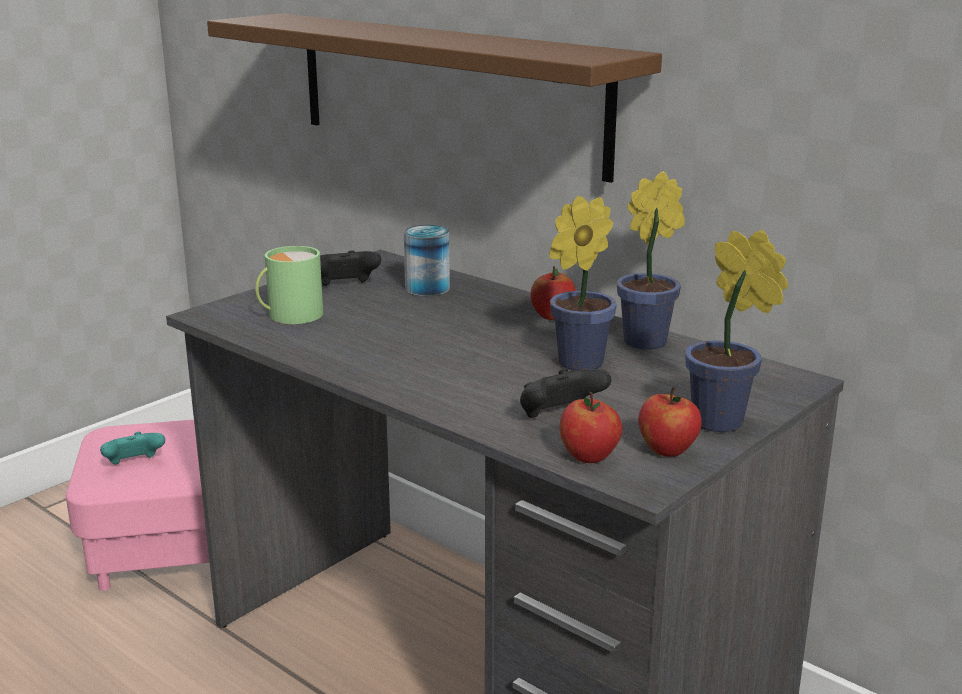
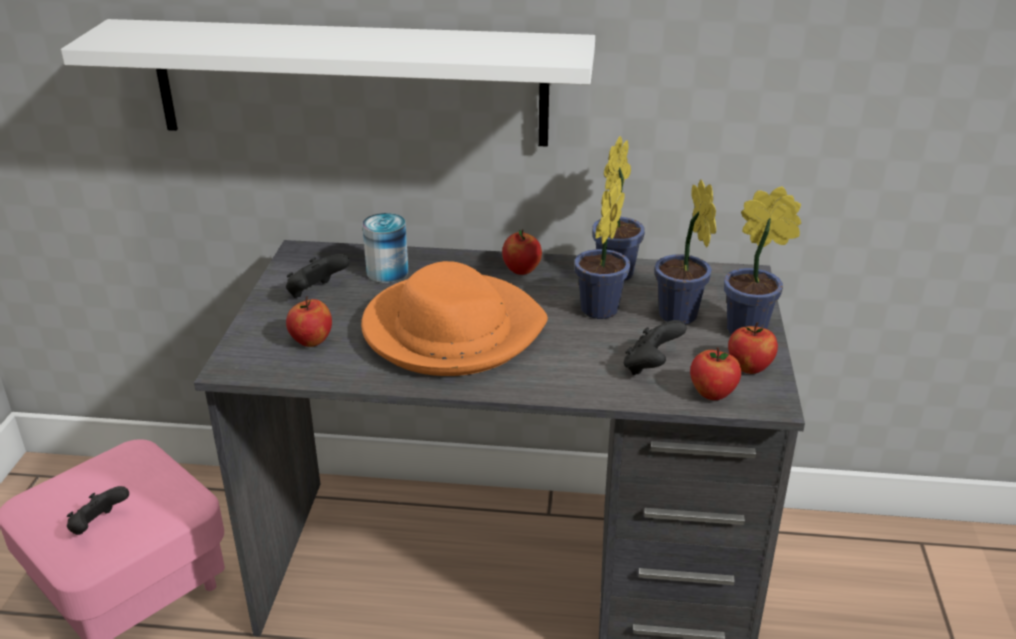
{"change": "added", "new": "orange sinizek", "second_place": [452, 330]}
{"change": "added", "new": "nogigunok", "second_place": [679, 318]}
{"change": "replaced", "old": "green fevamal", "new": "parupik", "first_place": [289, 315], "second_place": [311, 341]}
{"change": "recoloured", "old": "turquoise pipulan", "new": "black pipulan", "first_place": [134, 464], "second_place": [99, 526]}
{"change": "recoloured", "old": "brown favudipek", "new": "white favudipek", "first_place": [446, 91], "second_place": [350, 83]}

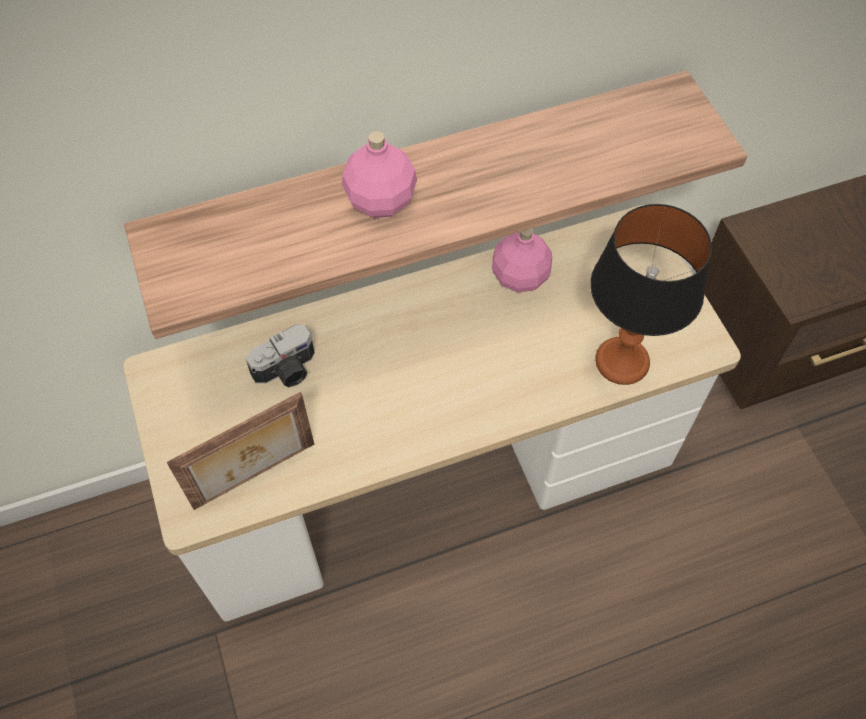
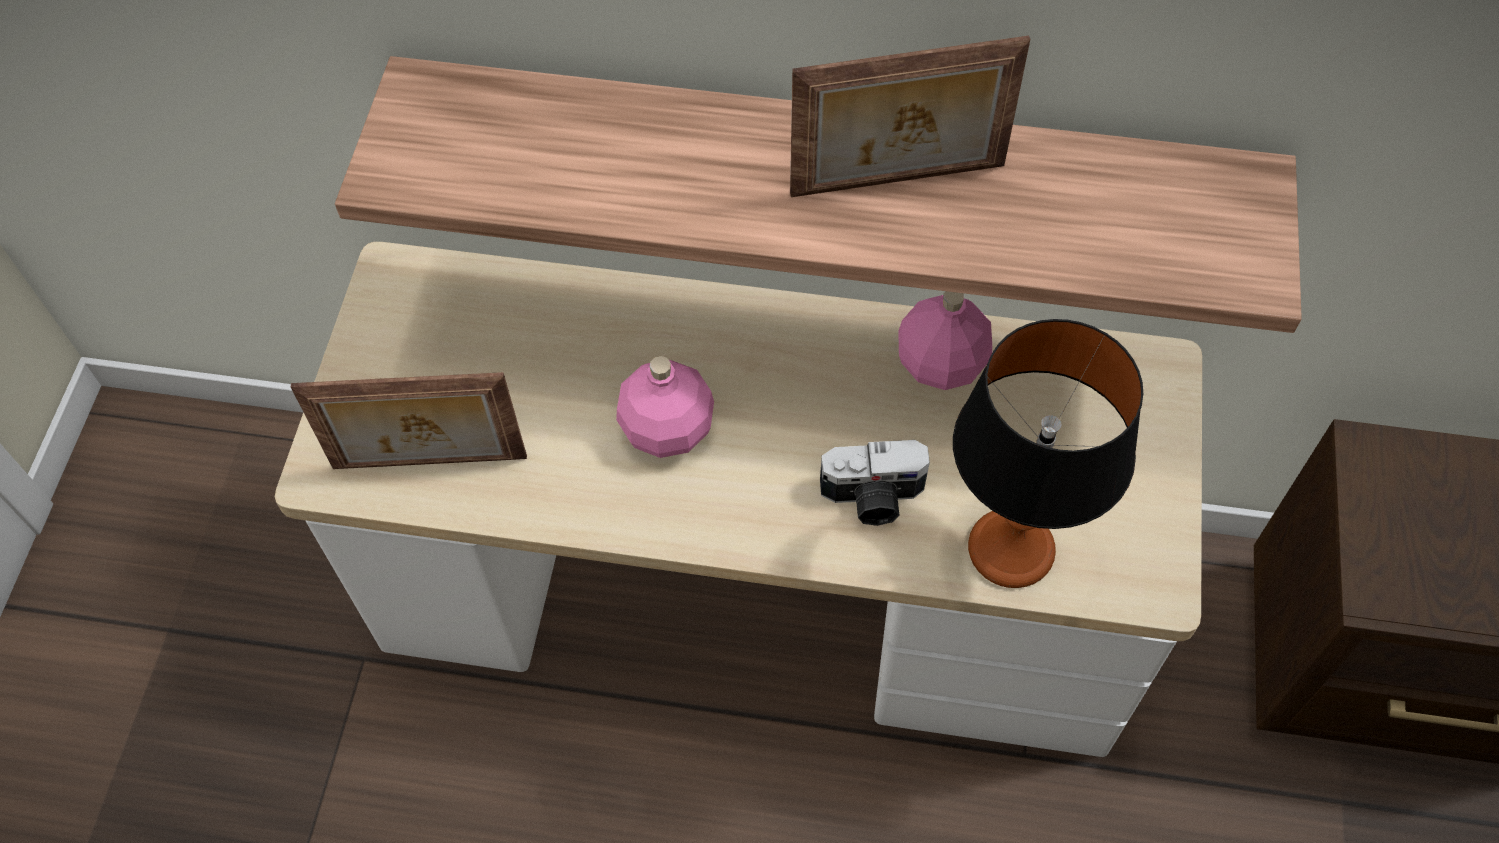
{"change": "added", "new": "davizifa", "second_place": [898, 183]}
{"change": "moved", "old": "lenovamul", "first_place": [287, 371], "second_place": [873, 499]}
{"change": "moved", "old": "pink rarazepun", "first_place": [382, 200], "second_place": [668, 430]}

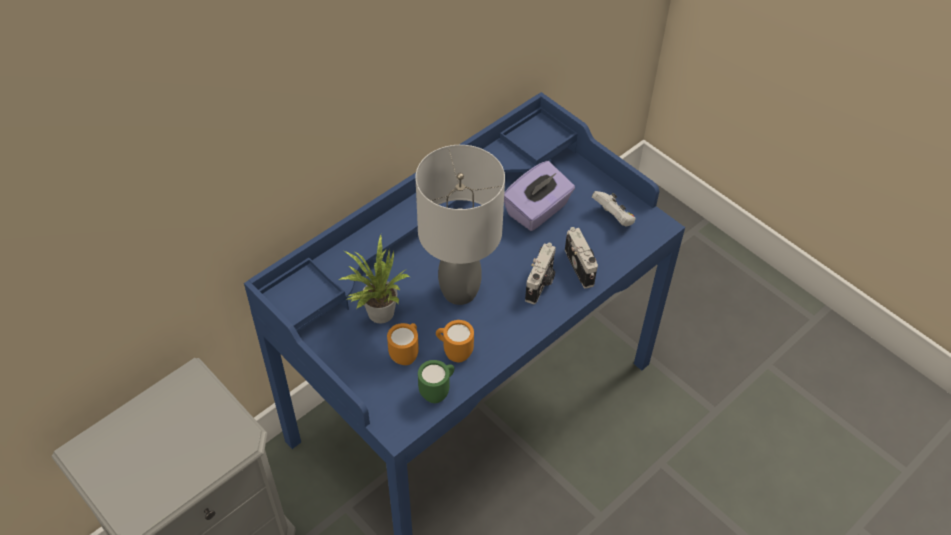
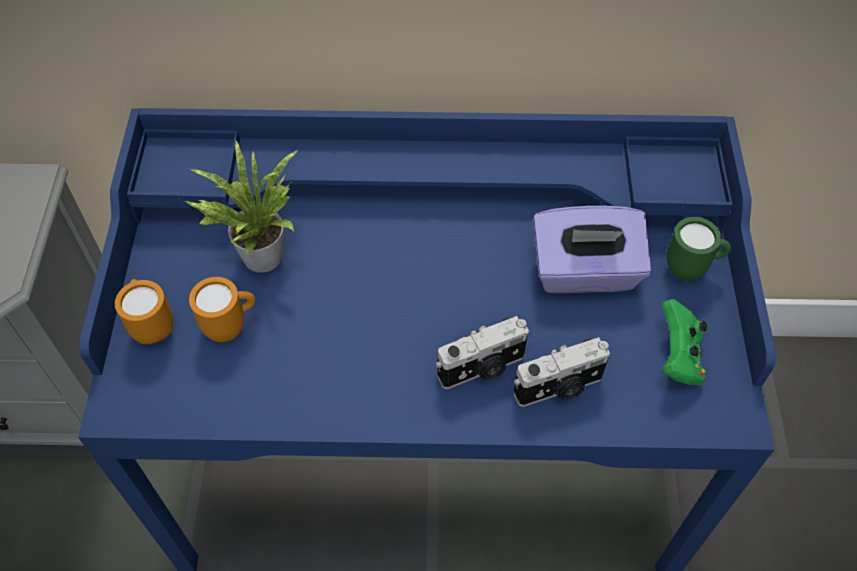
{"change": "removed", "old": "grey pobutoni", "first_place": [459, 290]}
{"change": "moved", "old": "green fevamal", "first_place": [438, 391], "second_place": [691, 269]}
{"change": "moved", "old": "orange fevamal", "first_place": [454, 352], "second_place": [152, 326]}
{"change": "recoloured", "old": "white pipulan", "new": "green pipulan", "first_place": [613, 218], "second_place": [678, 357]}
{"change": "turned", "old": "lenovamul", "first_place": [581, 266], "second_place": [559, 388], "degrees": 45}

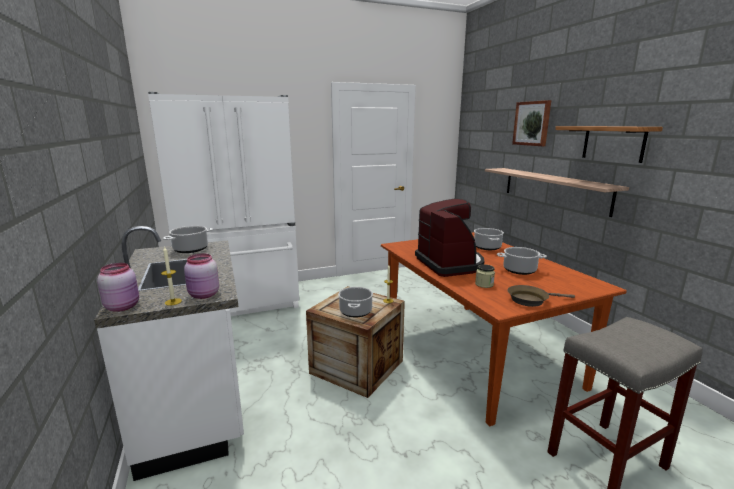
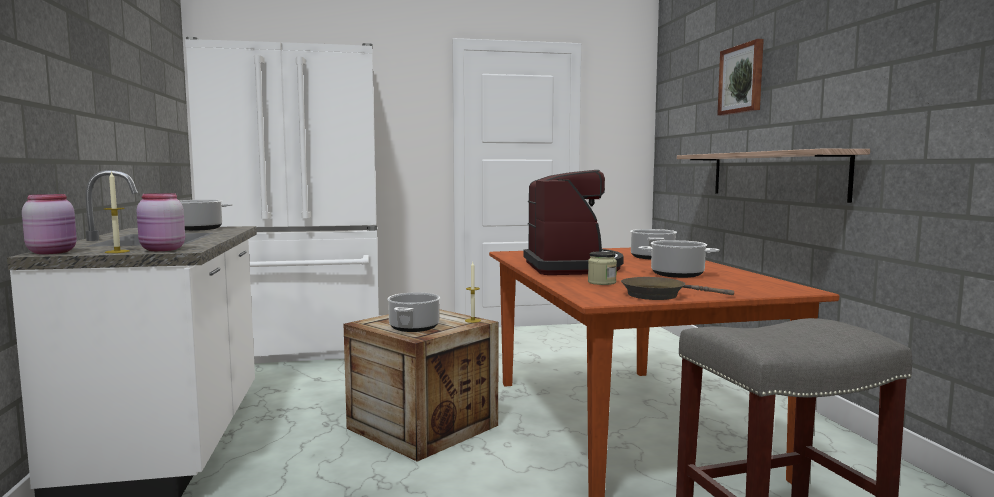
{"change": "removed", "old": "favudipek", "first_place": [613, 143]}

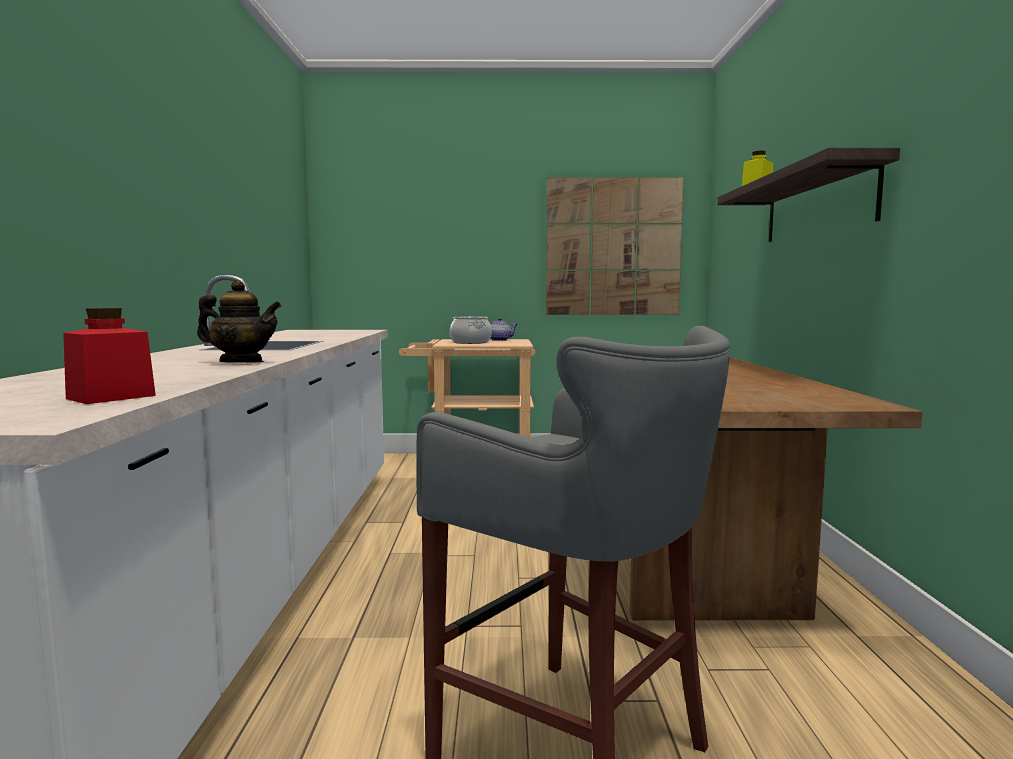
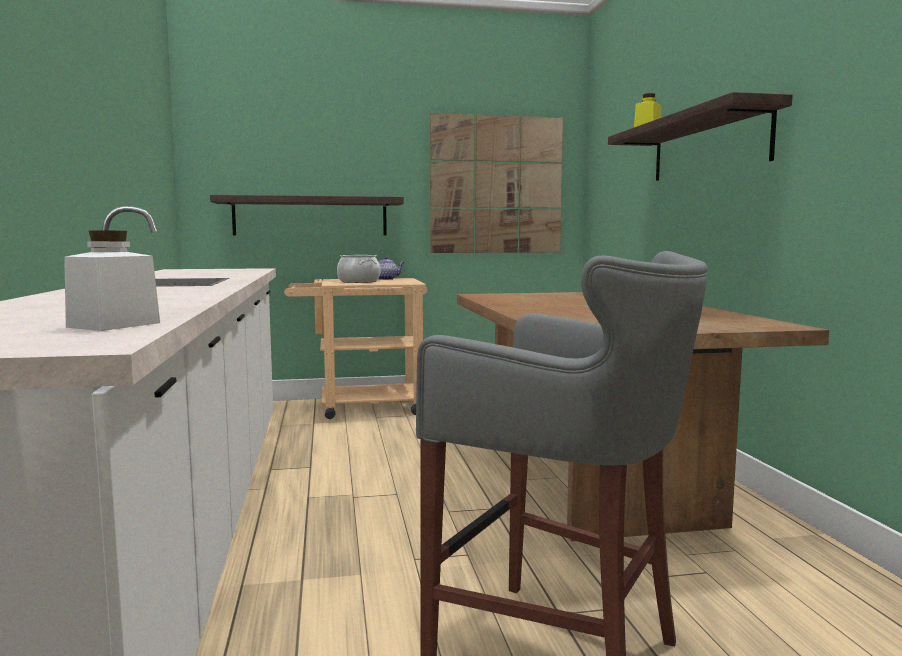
{"change": "removed", "old": "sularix", "first_place": [241, 362]}
{"change": "added", "new": "favudipek", "second_place": [310, 216]}
{"change": "recoloured", "old": "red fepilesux", "new": "white fepilesux", "first_place": [111, 397], "second_place": [114, 325]}

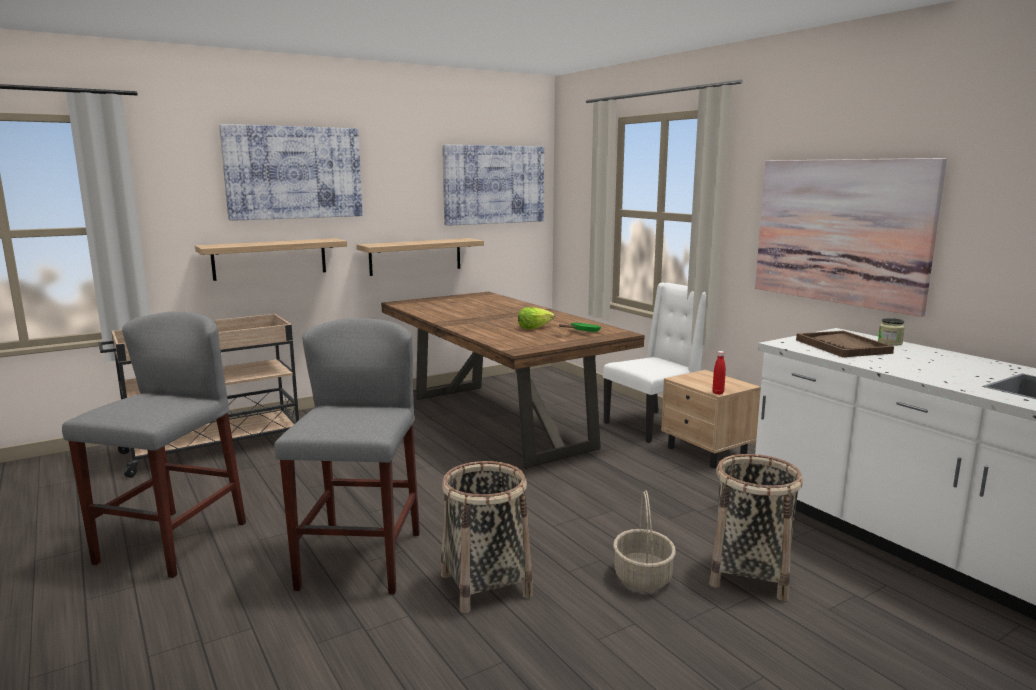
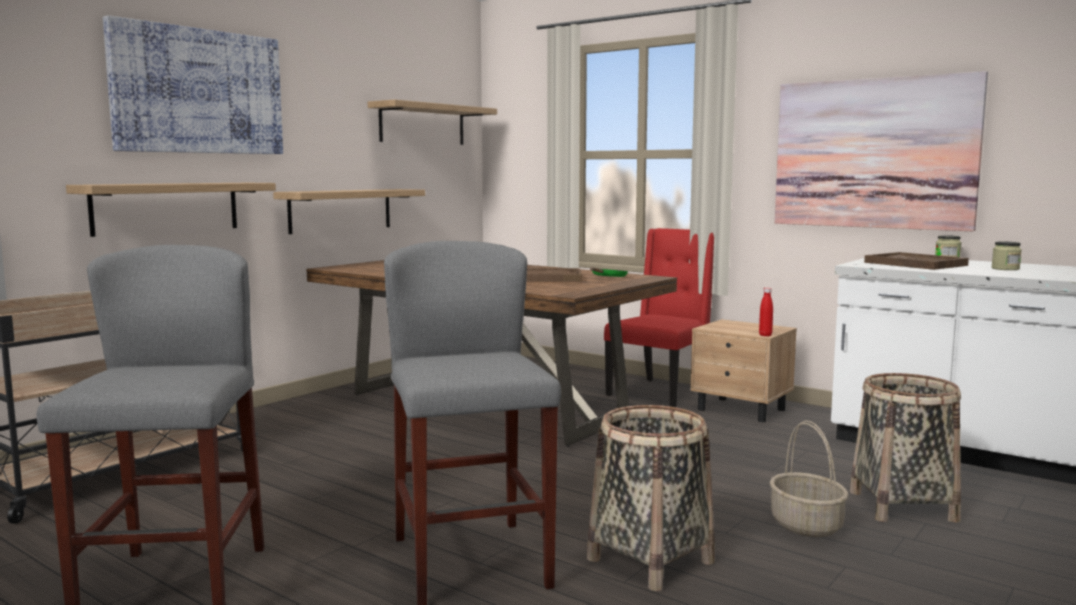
{"change": "added", "new": "fepilesux", "second_place": [1005, 269]}
{"change": "replaced", "old": "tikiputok", "new": "favudipek", "first_place": [493, 184], "second_place": [422, 124]}
{"change": "replaced", "old": "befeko", "new": "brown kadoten", "first_place": [534, 328], "second_place": [546, 278]}
{"change": "recoloured", "old": "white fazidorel", "new": "red fazidorel", "first_place": [652, 425], "second_place": [659, 392]}

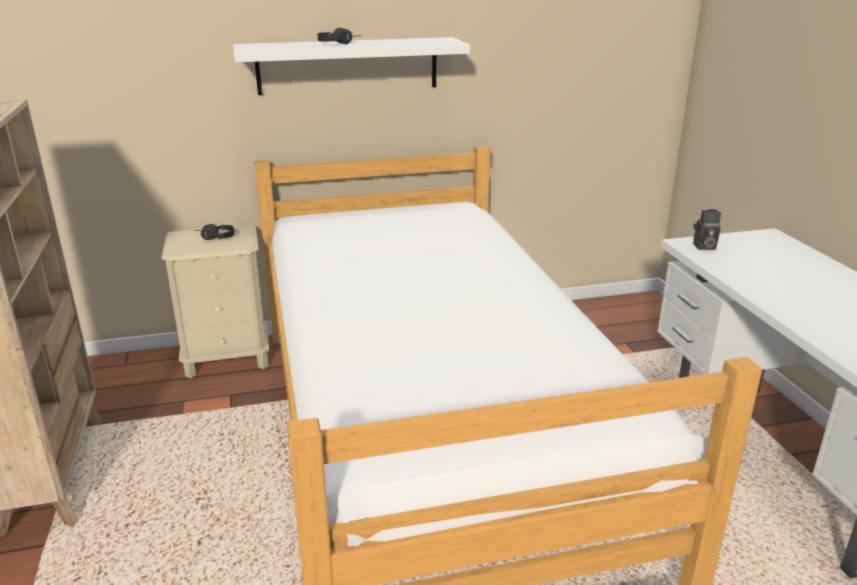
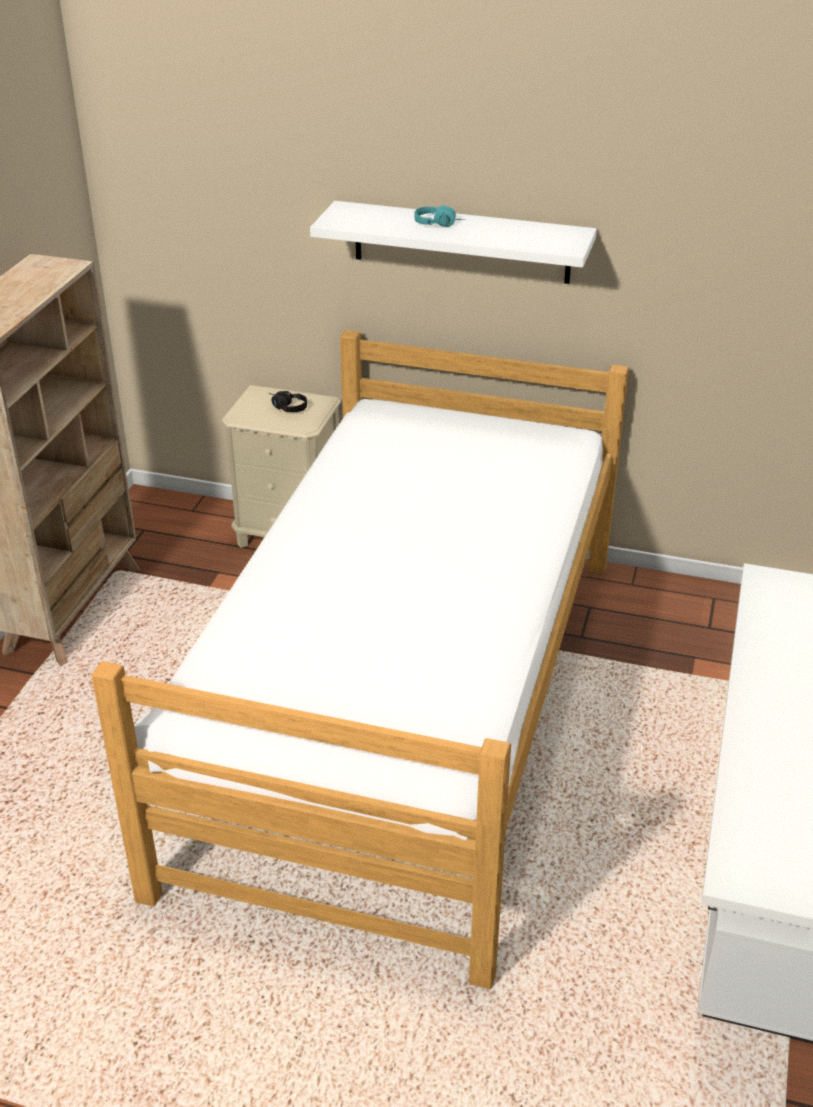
{"change": "removed", "old": "lenovamul", "first_place": [703, 247]}
{"change": "recoloured", "old": "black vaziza", "new": "turquoise vaziza", "first_place": [339, 44], "second_place": [439, 224]}

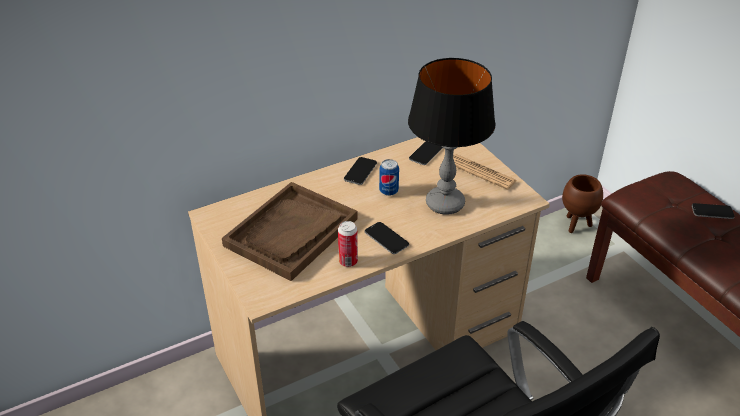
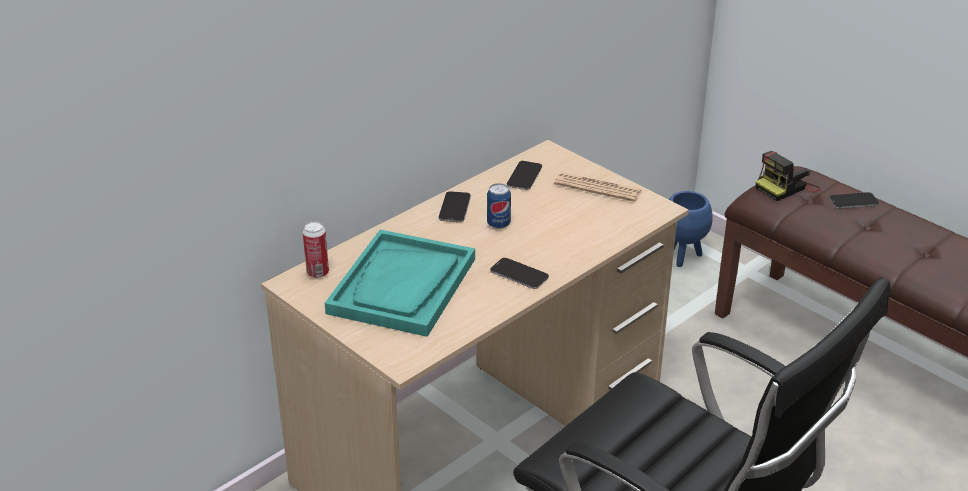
{"change": "removed", "old": "pobutoni", "first_place": [445, 204]}
{"change": "added", "new": "lenovamul", "second_place": [786, 187]}
{"change": "moved", "old": "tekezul", "first_place": [348, 262], "second_place": [317, 273]}
{"change": "recoloured", "old": "brown kadoten", "new": "turquoise kadoten", "first_place": [291, 232], "second_place": [402, 286]}
{"change": "recoloured", "old": "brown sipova", "new": "blue sipova", "first_place": [576, 225], "second_place": [682, 257]}

